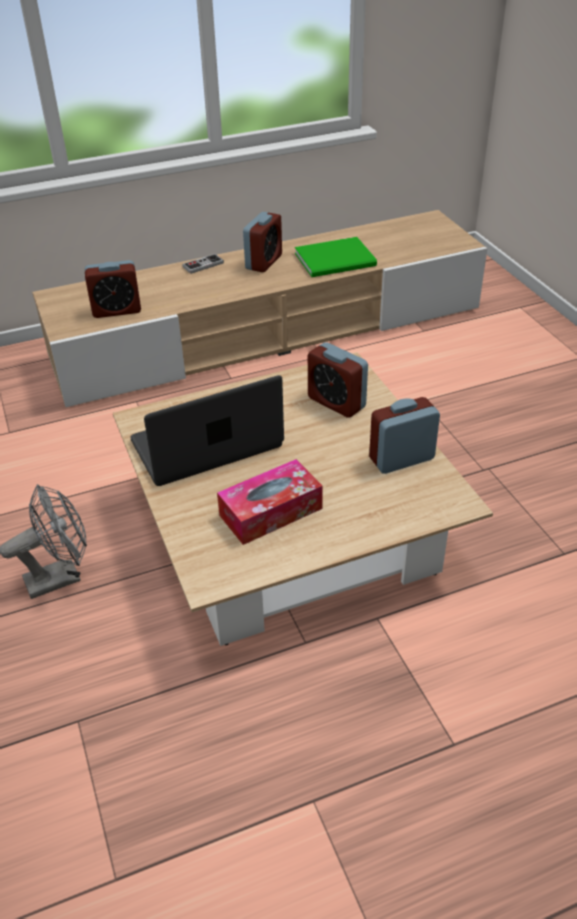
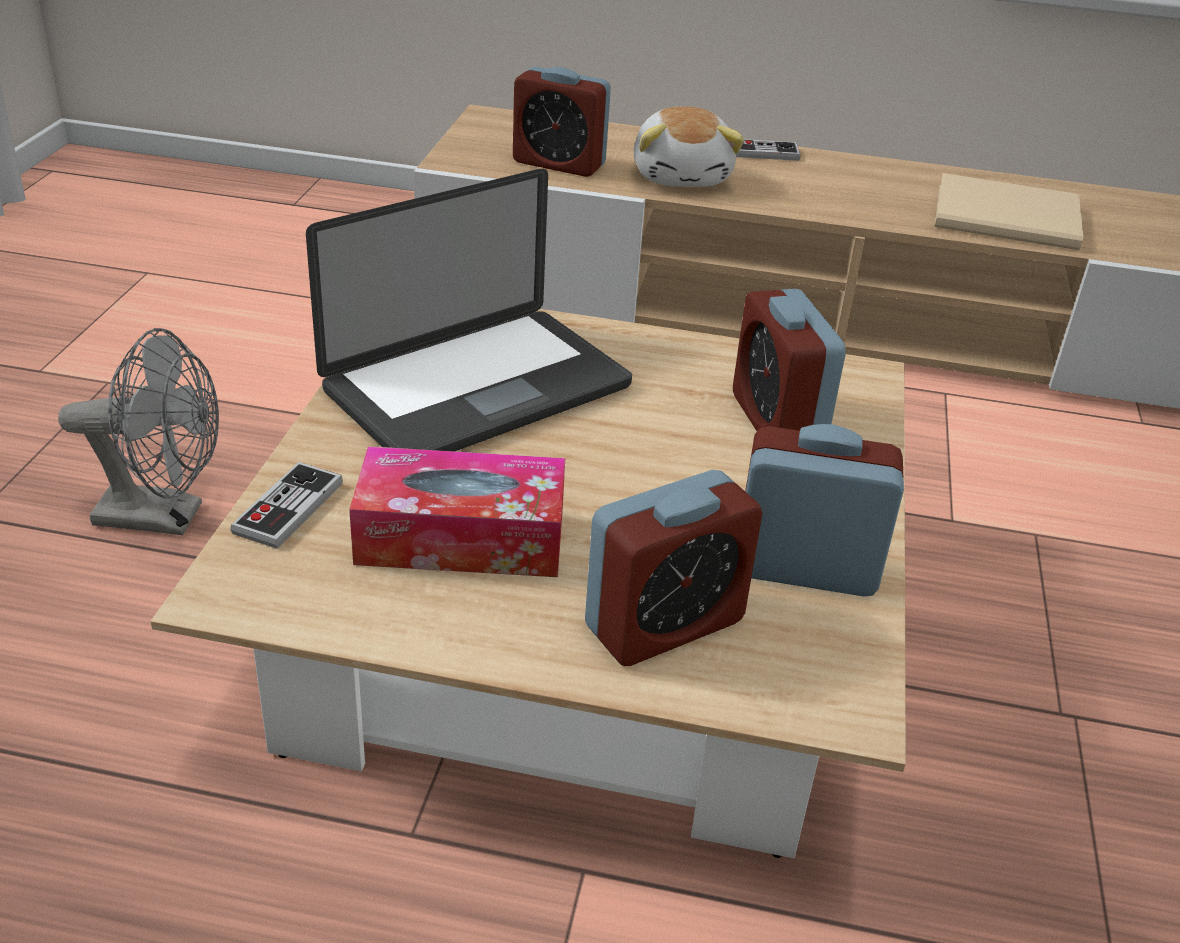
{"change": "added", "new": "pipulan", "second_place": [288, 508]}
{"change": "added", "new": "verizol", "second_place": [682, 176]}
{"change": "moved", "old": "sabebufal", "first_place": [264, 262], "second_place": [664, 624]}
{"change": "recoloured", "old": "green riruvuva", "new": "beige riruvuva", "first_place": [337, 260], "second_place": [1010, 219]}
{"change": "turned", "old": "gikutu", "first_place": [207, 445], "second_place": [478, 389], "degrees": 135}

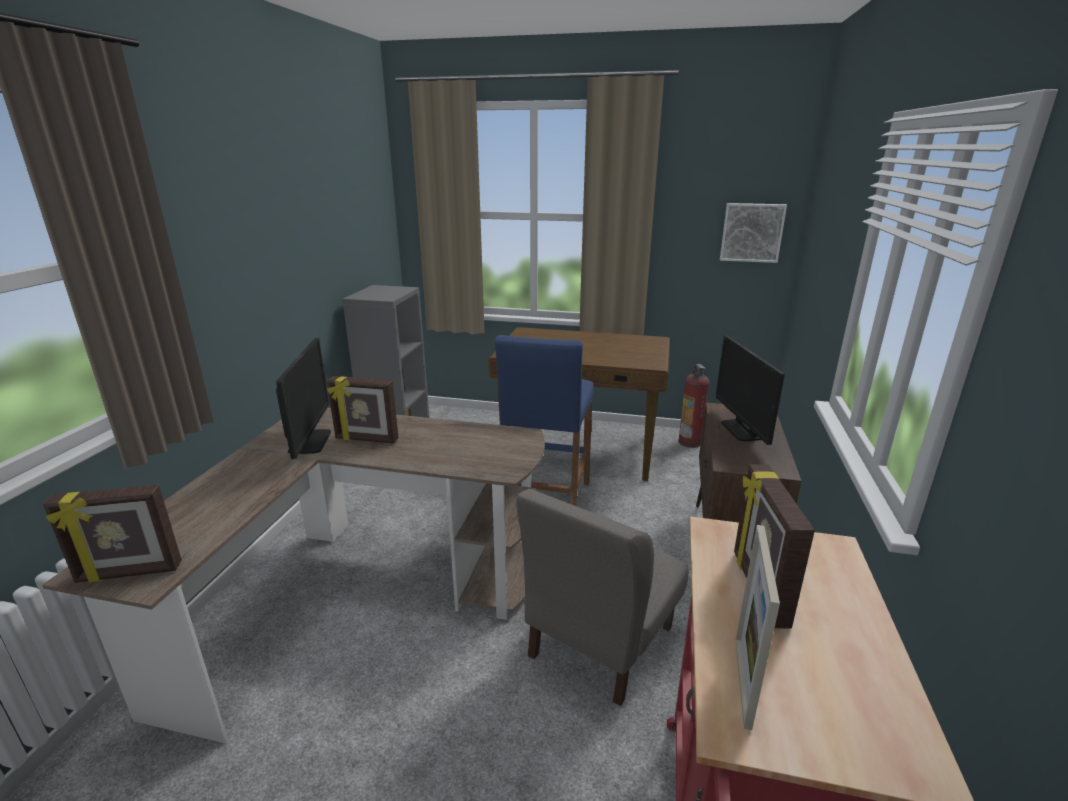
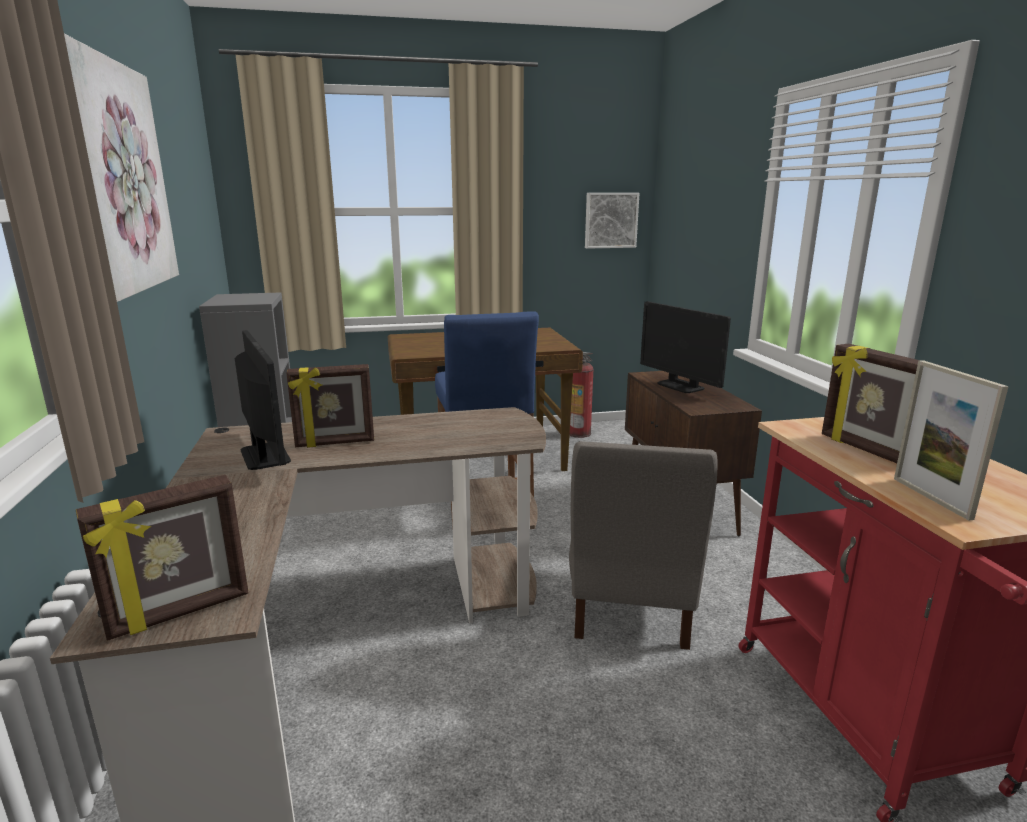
{"change": "added", "new": "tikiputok", "second_place": [119, 178]}

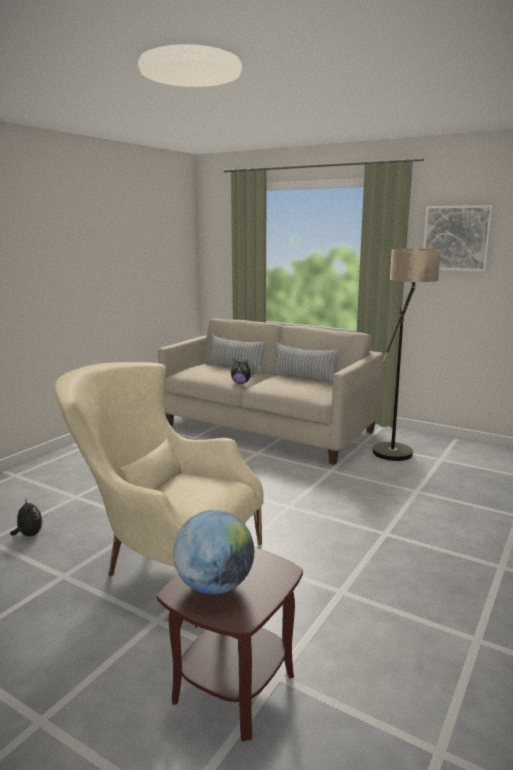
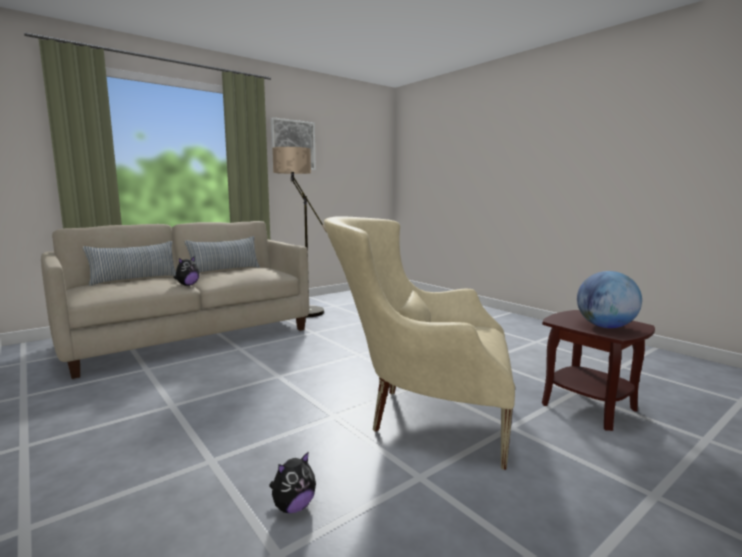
{"change": "turned", "old": "verizol", "first_place": [29, 535], "second_place": [293, 506], "degrees": 150}
{"change": "turned", "old": "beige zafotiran", "first_place": [164, 562], "second_place": [419, 415], "degrees": 60}

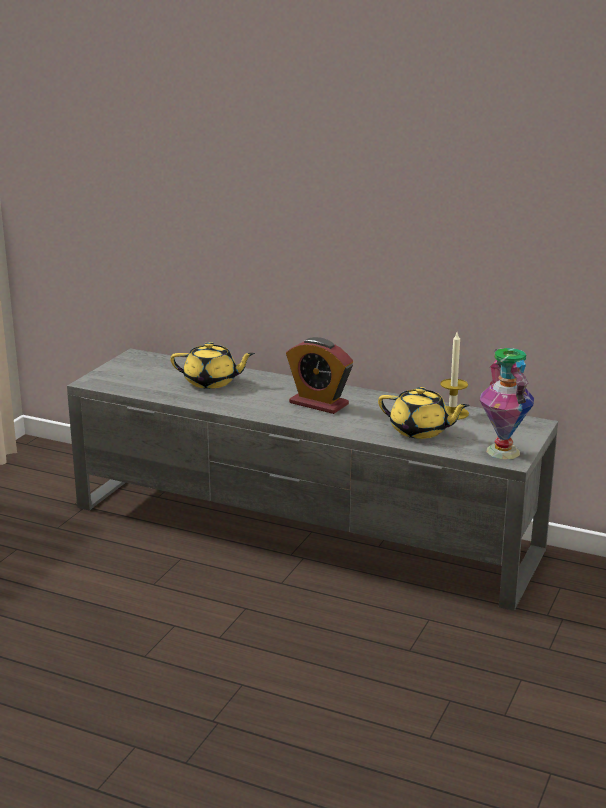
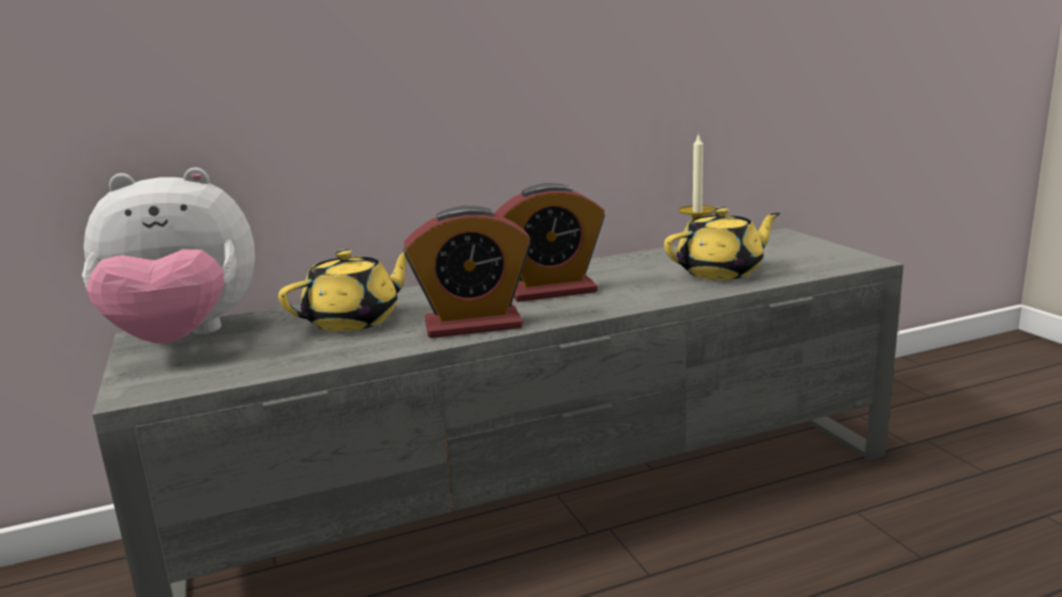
{"change": "removed", "old": "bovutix", "first_place": [504, 451]}
{"change": "added", "new": "verizol", "second_place": [183, 340]}
{"change": "added", "new": "sabebufal", "second_place": [473, 325]}

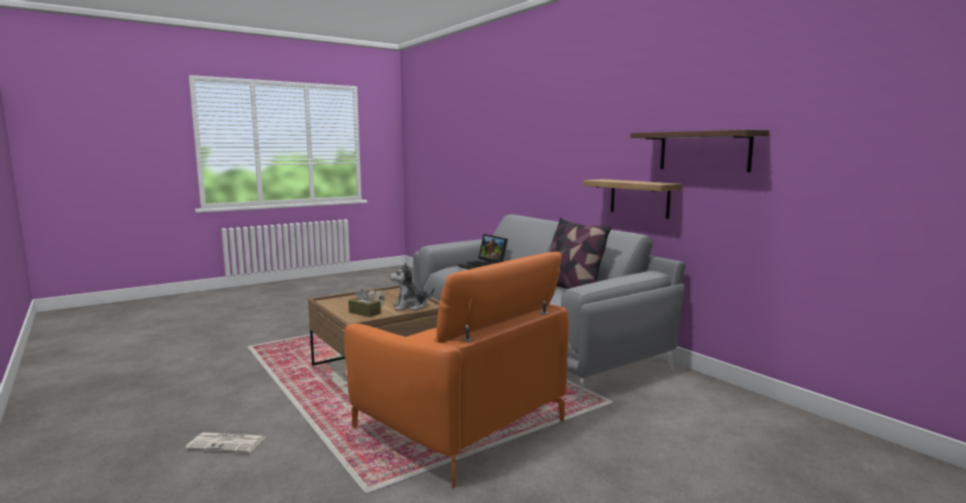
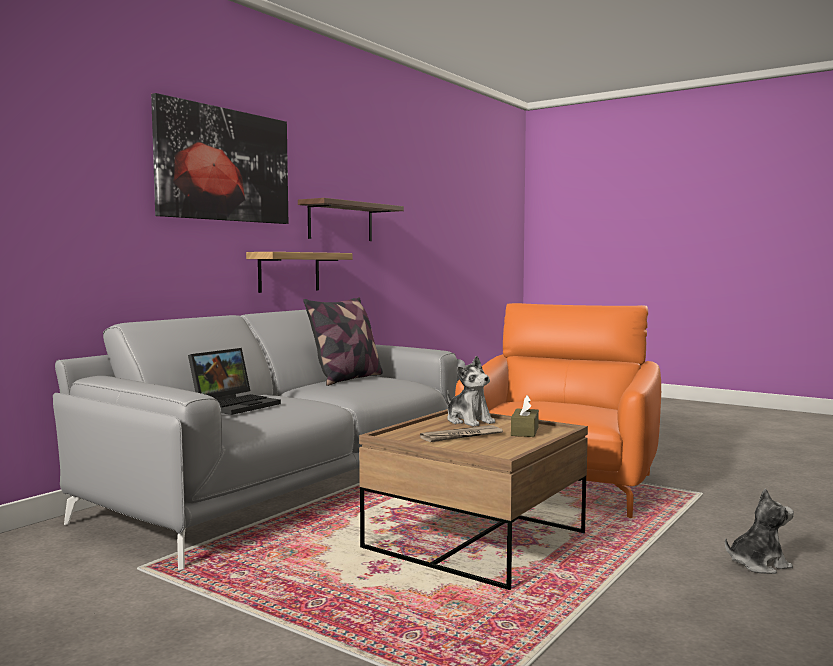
{"change": "added", "new": "tikiputok", "second_place": [224, 165]}
{"change": "replaced", "old": "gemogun", "new": "verizol", "first_place": [228, 443], "second_place": [758, 564]}

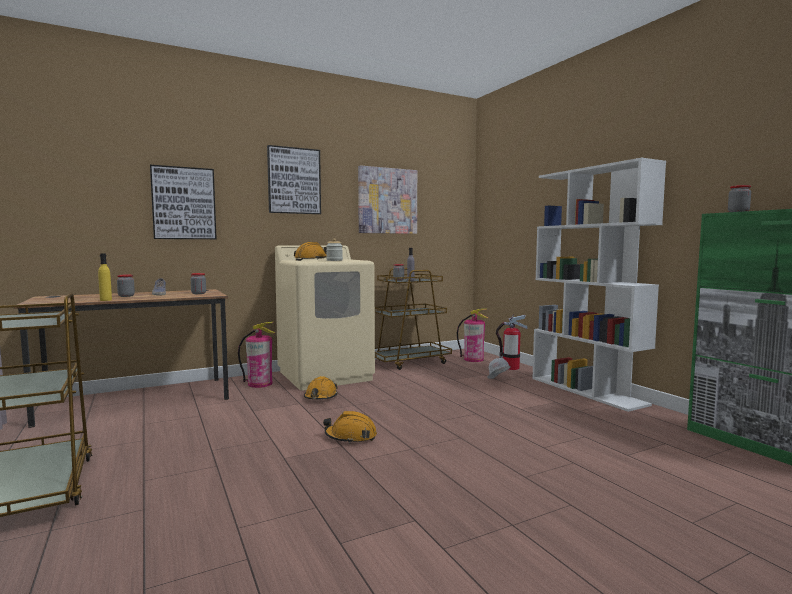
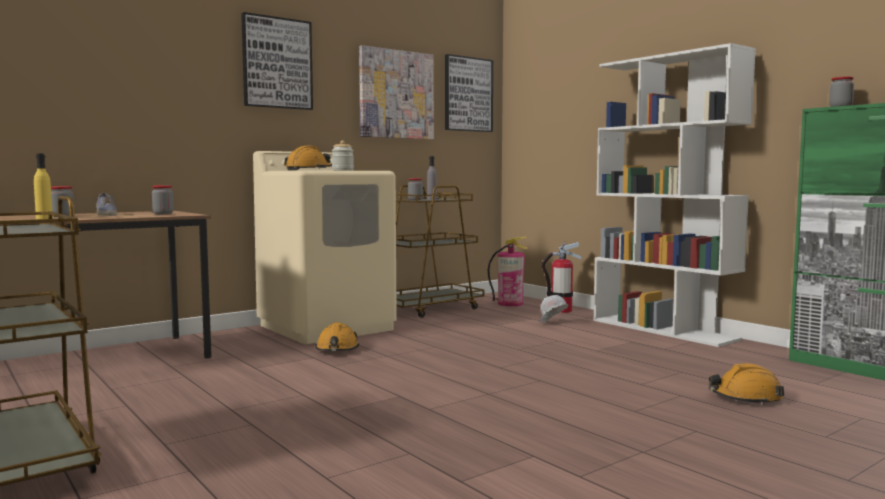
{"change": "removed", "old": "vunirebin", "first_place": [260, 384]}
{"change": "moved", "old": "tikiputok", "first_place": [184, 203], "second_place": [468, 94]}
{"change": "moved", "old": "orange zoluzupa", "first_place": [351, 437], "second_place": [745, 398]}

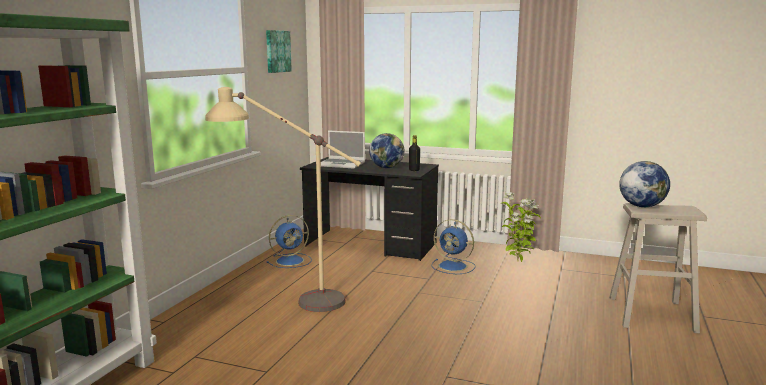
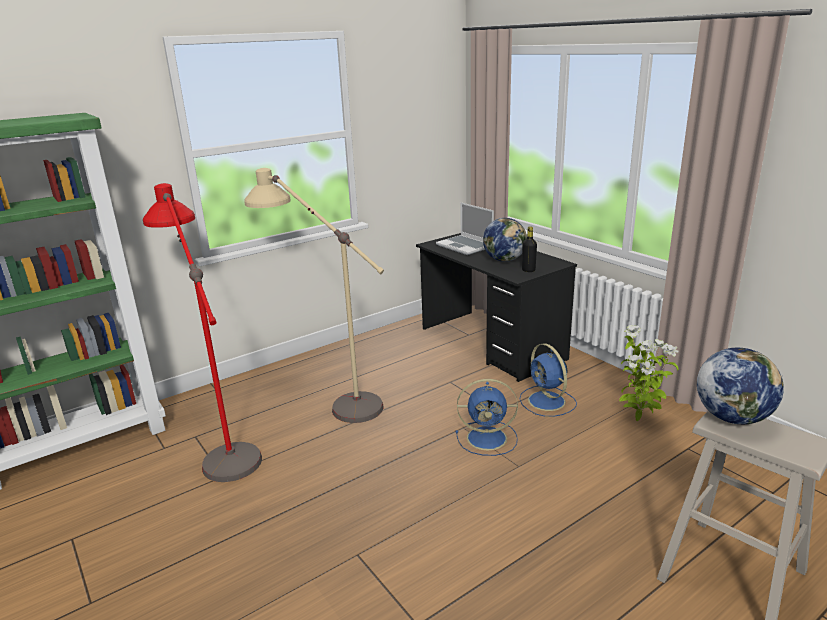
{"change": "removed", "old": "tikiputok", "first_place": [277, 51]}
{"change": "added", "new": "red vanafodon", "second_place": [222, 442]}
{"change": "moved", "old": "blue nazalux", "first_place": [291, 261], "second_place": [488, 438]}

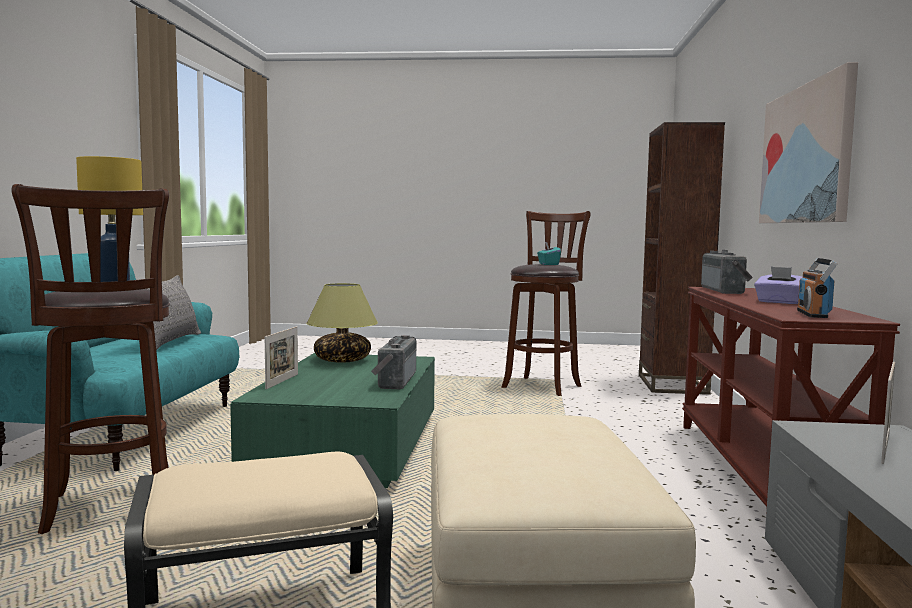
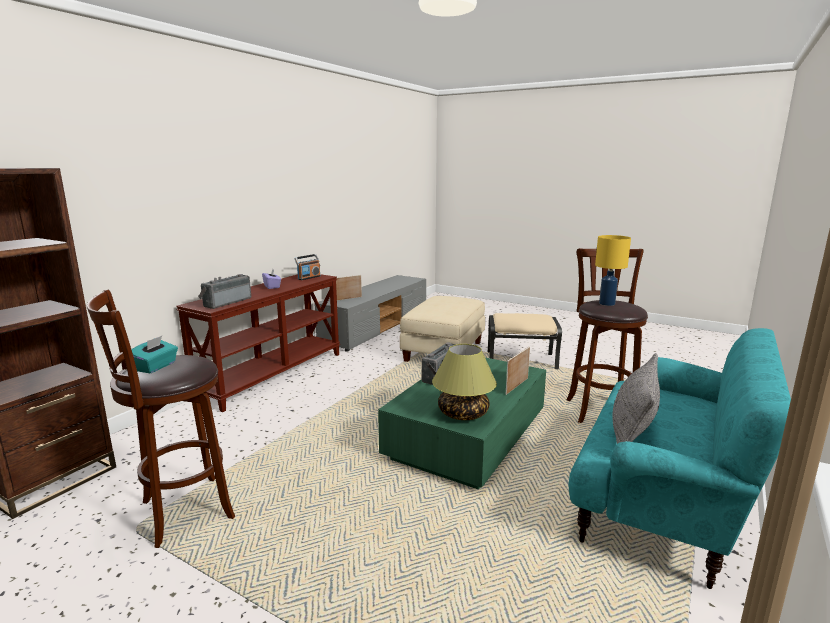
{"change": "removed", "old": "tikiputok", "first_place": [806, 155]}

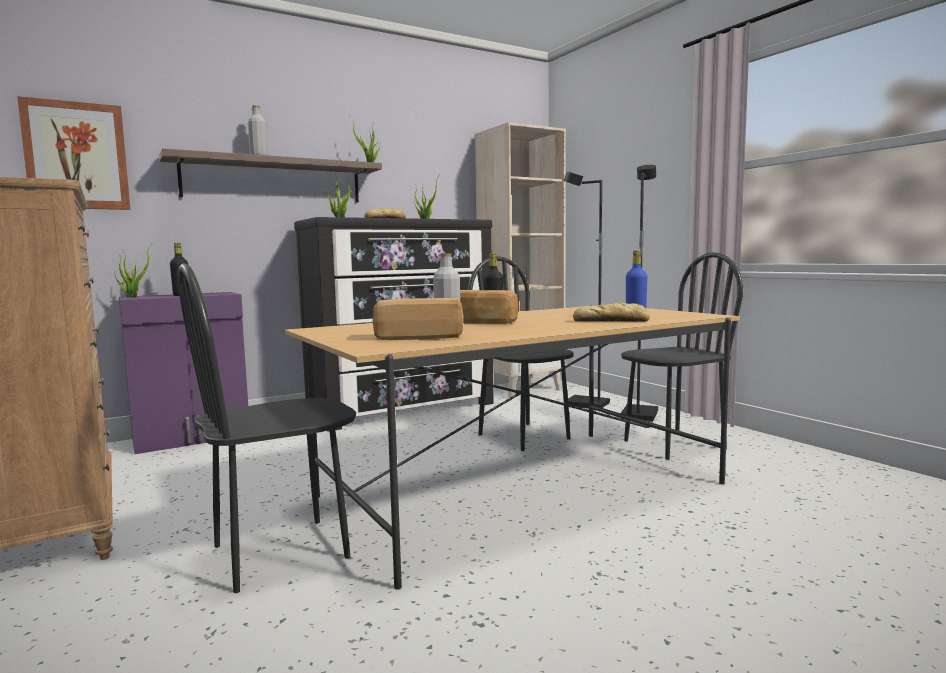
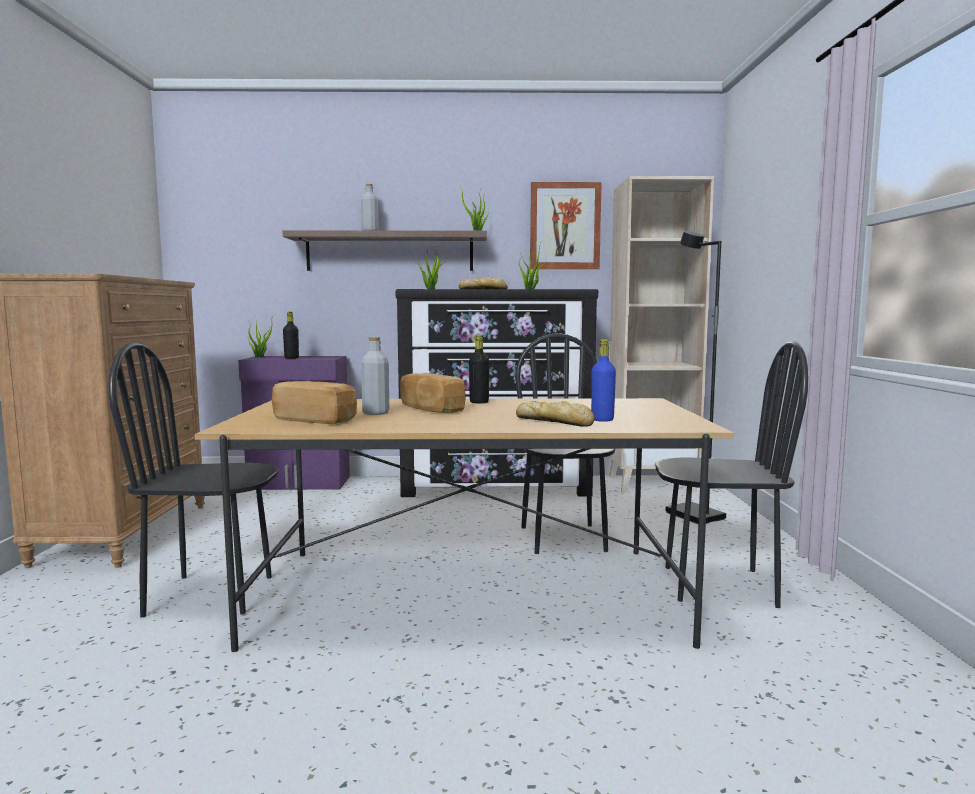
{"change": "removed", "old": "black vanafodon", "first_place": [638, 415]}
{"change": "moved", "old": "tikiputok", "first_place": [76, 156], "second_place": [565, 226]}

